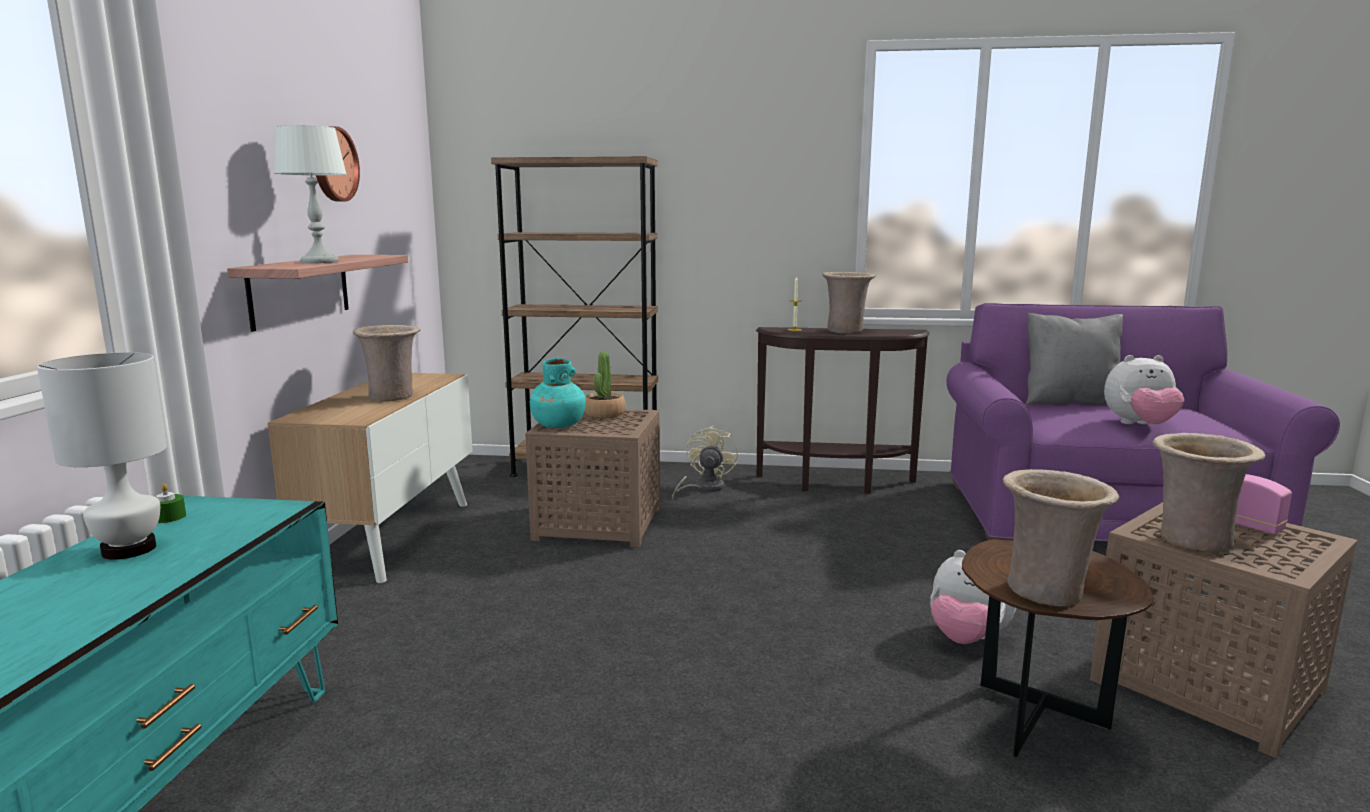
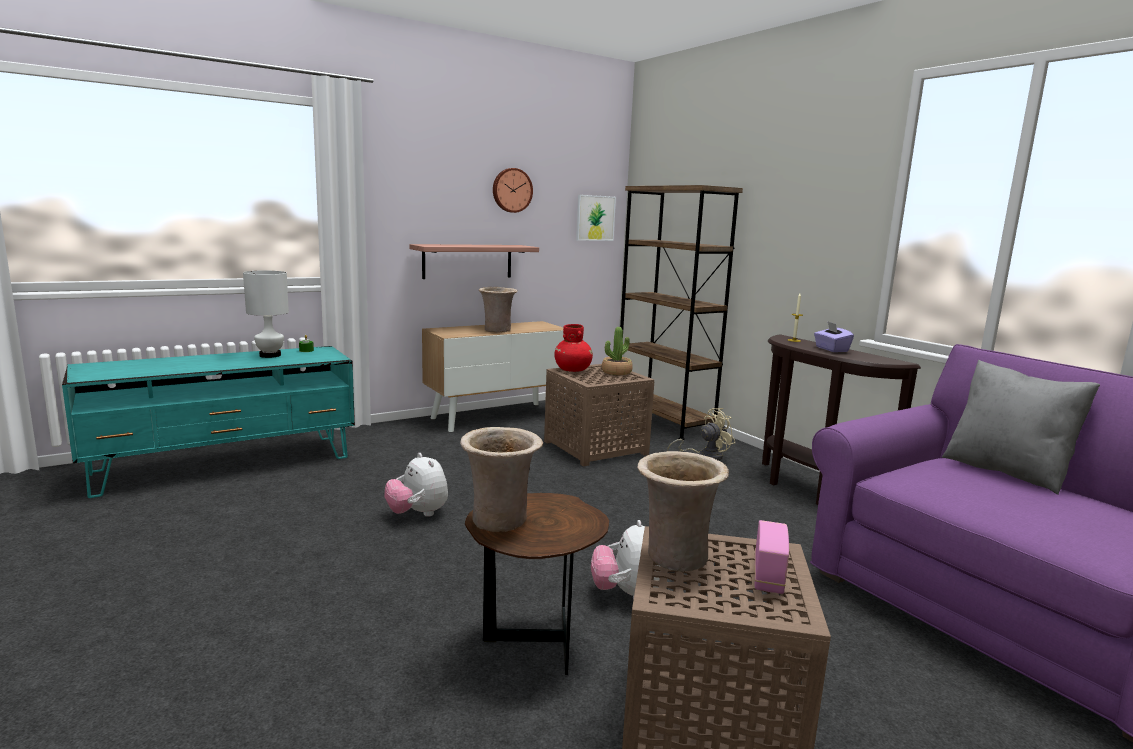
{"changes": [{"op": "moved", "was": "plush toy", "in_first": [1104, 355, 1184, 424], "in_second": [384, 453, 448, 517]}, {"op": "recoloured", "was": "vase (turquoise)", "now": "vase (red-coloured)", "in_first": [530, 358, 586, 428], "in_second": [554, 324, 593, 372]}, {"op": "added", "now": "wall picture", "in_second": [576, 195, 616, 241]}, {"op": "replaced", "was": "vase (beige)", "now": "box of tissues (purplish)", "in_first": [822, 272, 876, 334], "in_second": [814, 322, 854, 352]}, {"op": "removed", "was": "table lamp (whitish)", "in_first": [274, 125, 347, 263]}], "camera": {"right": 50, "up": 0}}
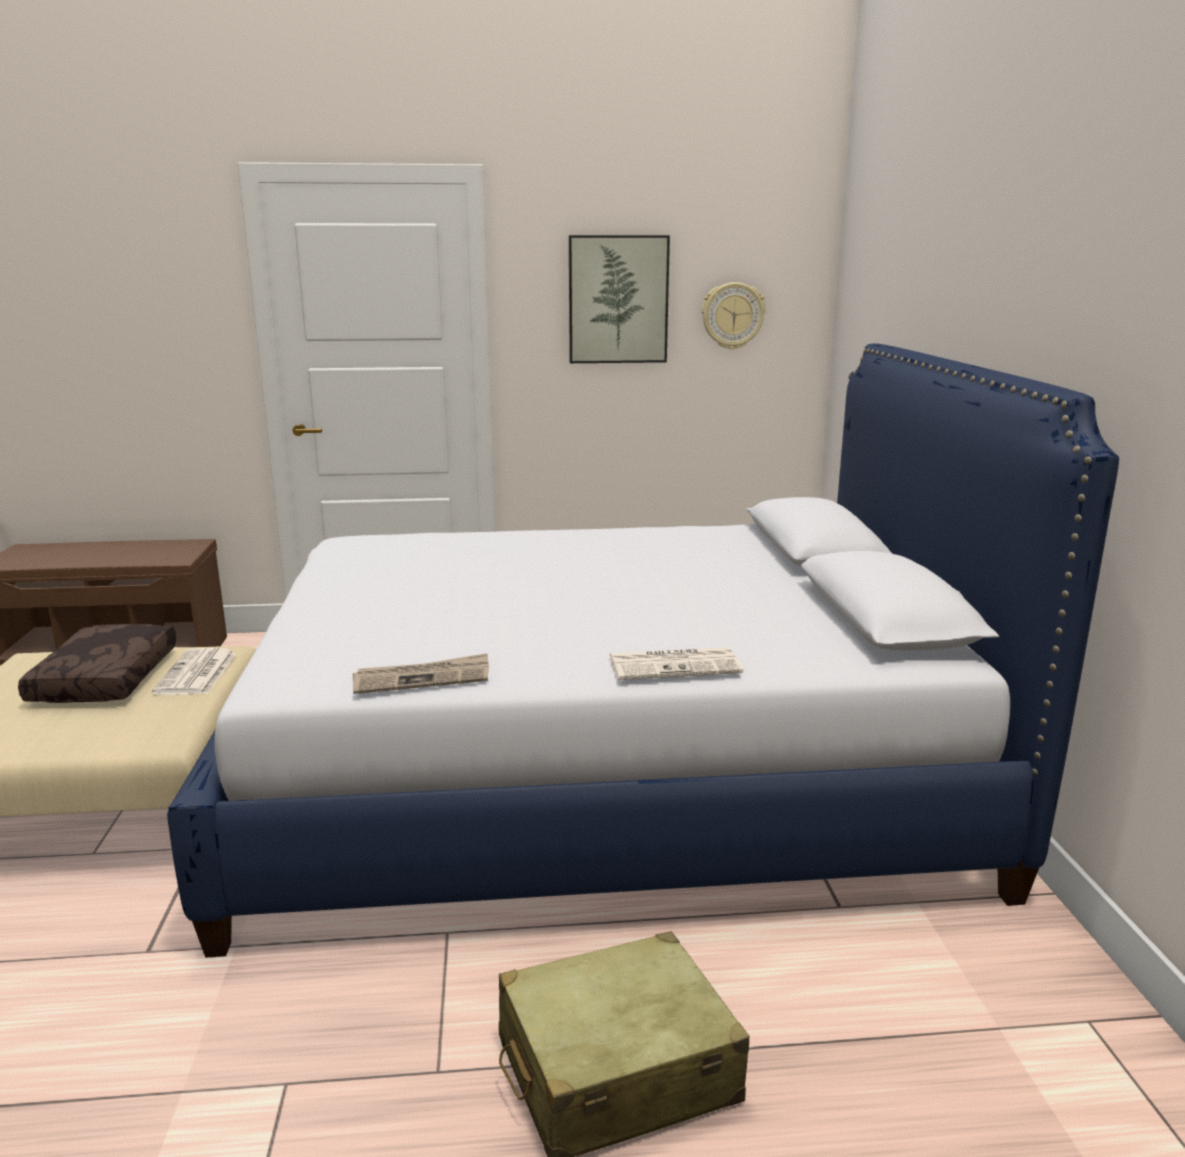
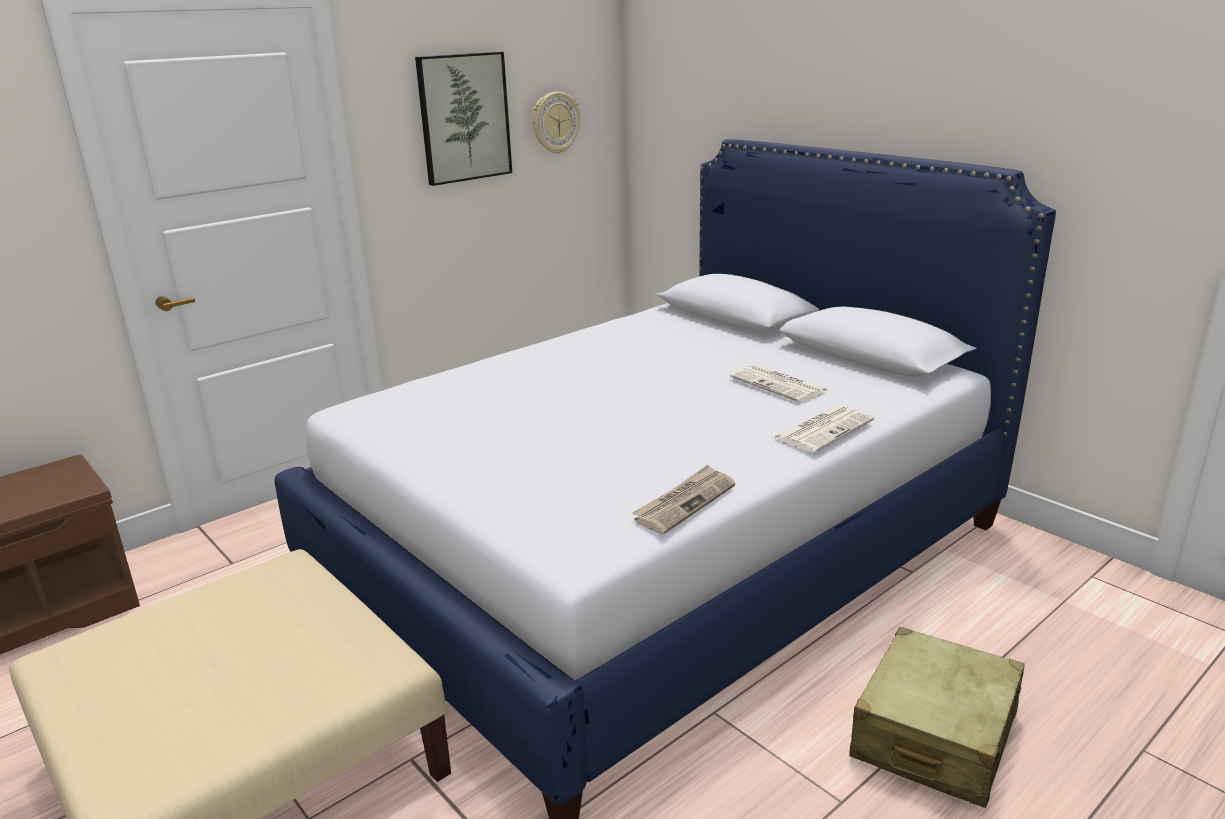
{"changes": [{"op": "moved", "was": "newspaper", "in_first": [152, 648, 236, 695], "in_second": [730, 364, 830, 403]}, {"op": "removed", "was": "cushion (brown-coloured)", "in_first": [18, 624, 176, 703]}], "camera": {"right": -35, "up": 5}}
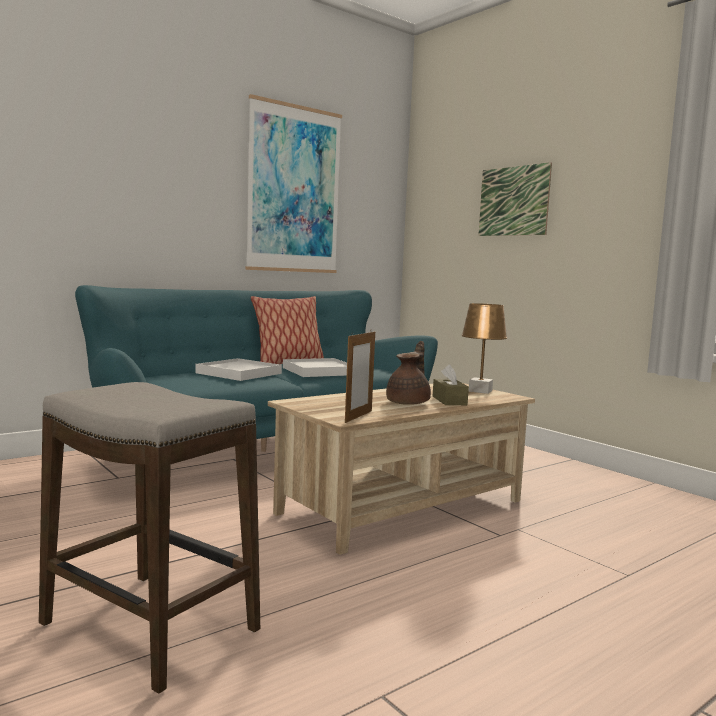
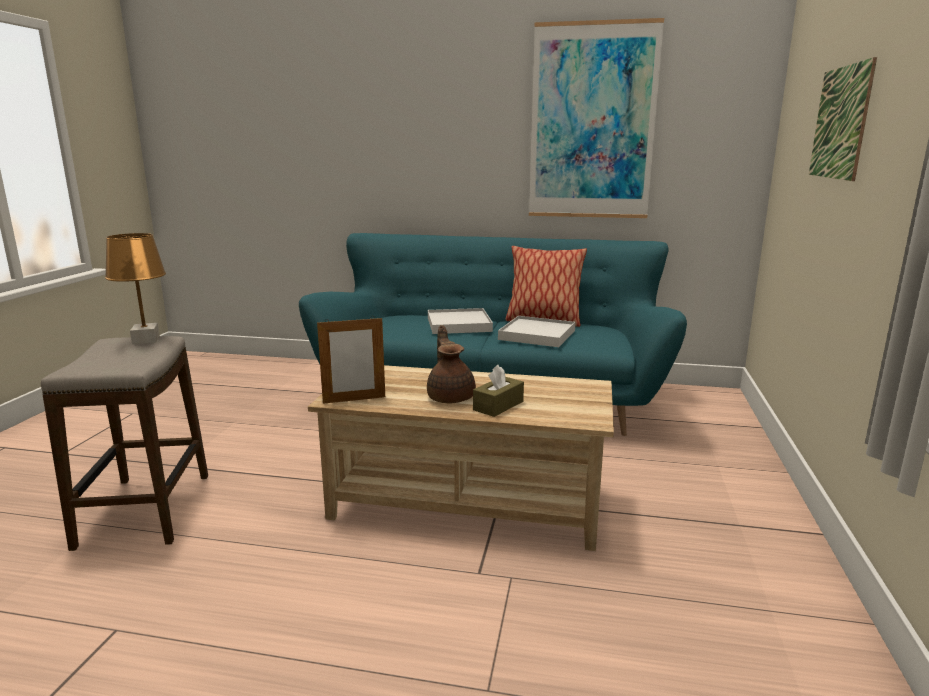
{"changes": [{"op": "moved", "was": "table lamp (brown-coloured)", "in_first": [462, 303, 507, 394], "in_second": [105, 233, 166, 344]}, {"op": "turned", "was": "pot for tea (brown-coloured)", "in_first": [386, 341, 431, 405], "in_second": [427, 325, 476, 403], "clockwise": -90}], "camera": {"right": 50, "up": 10}}
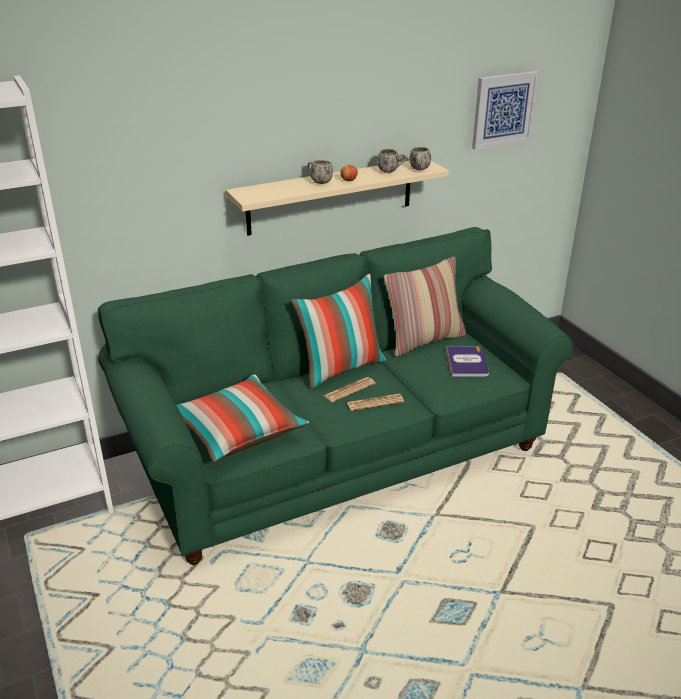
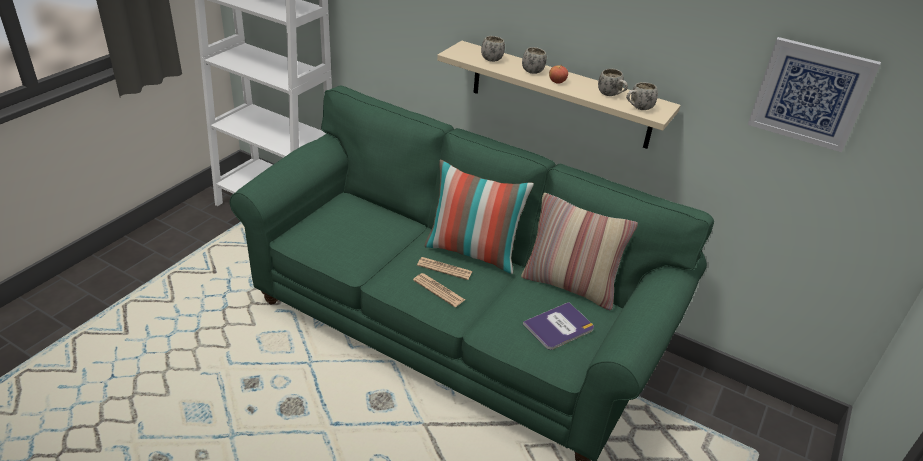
{"changes": [{"op": "added", "now": "mug (whitish)", "in_second": [481, 36, 505, 62]}, {"op": "removed", "was": "cushion", "in_first": [177, 374, 309, 462]}], "camera": {"right": 55, "up": 5}}
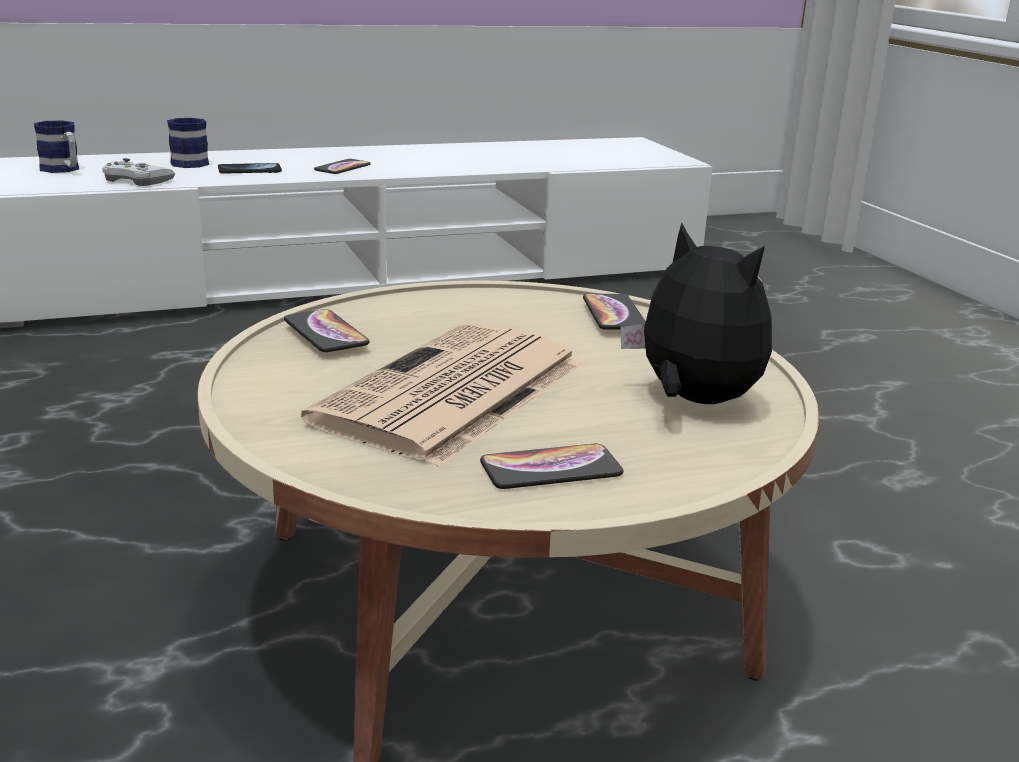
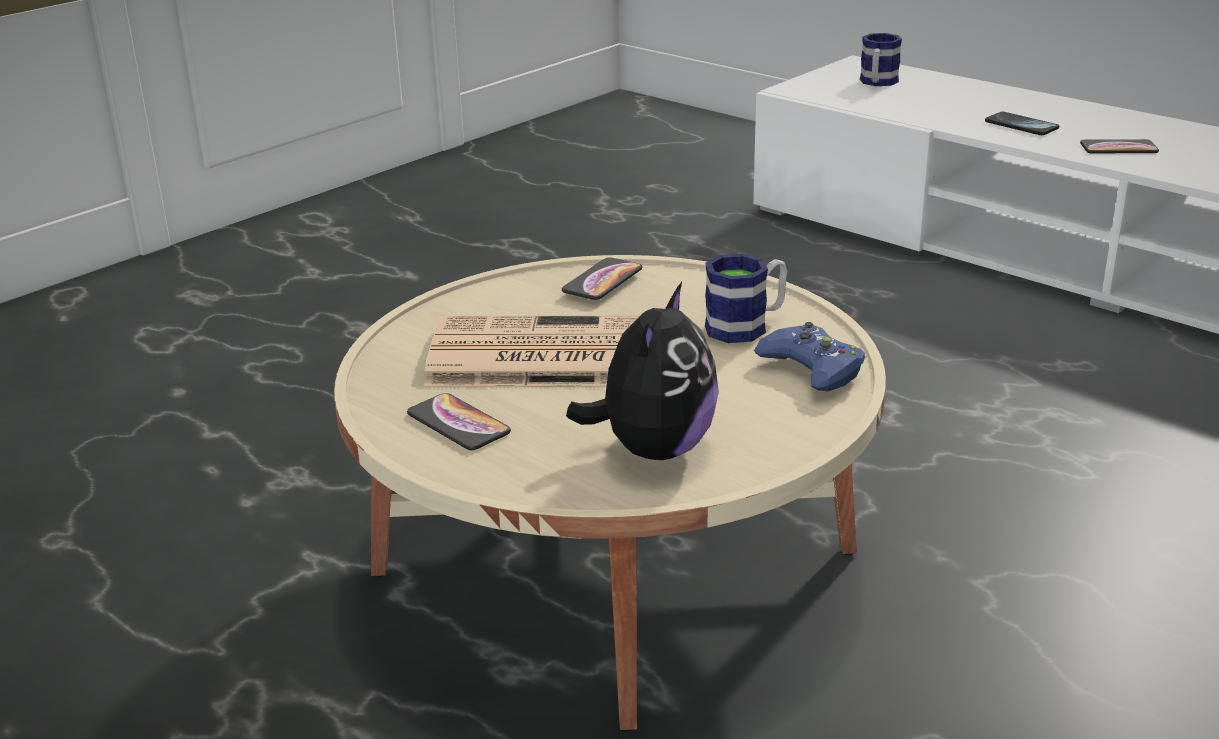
{"changes": [{"op": "moved", "was": "mug", "in_first": [167, 118, 209, 168], "in_second": [705, 254, 787, 343]}, {"op": "replaced", "was": "telephone", "now": "gamepad (blue)", "in_first": [583, 294, 646, 330], "in_second": [754, 322, 865, 392]}, {"op": "removed", "was": "gamepad (whitish)", "in_first": [102, 158, 175, 186]}], "camera": {"right": 65, "up": 5}}
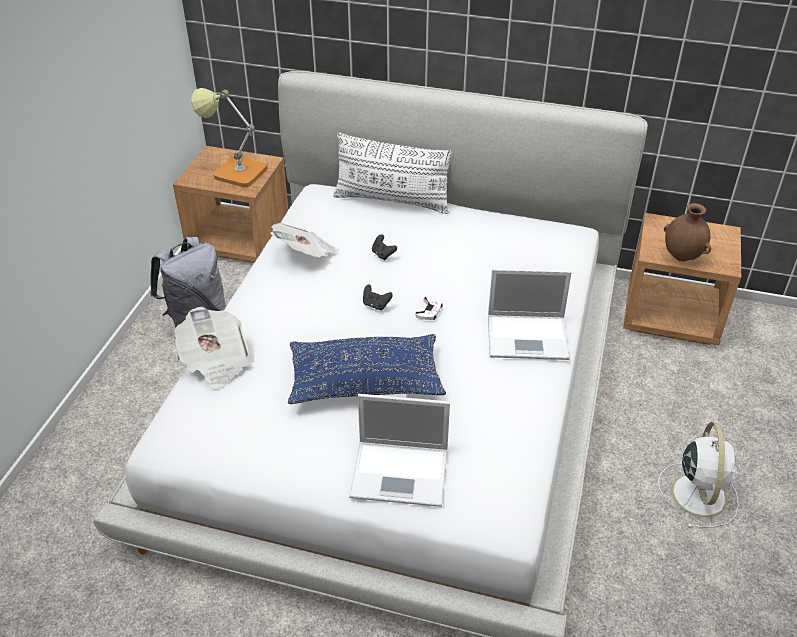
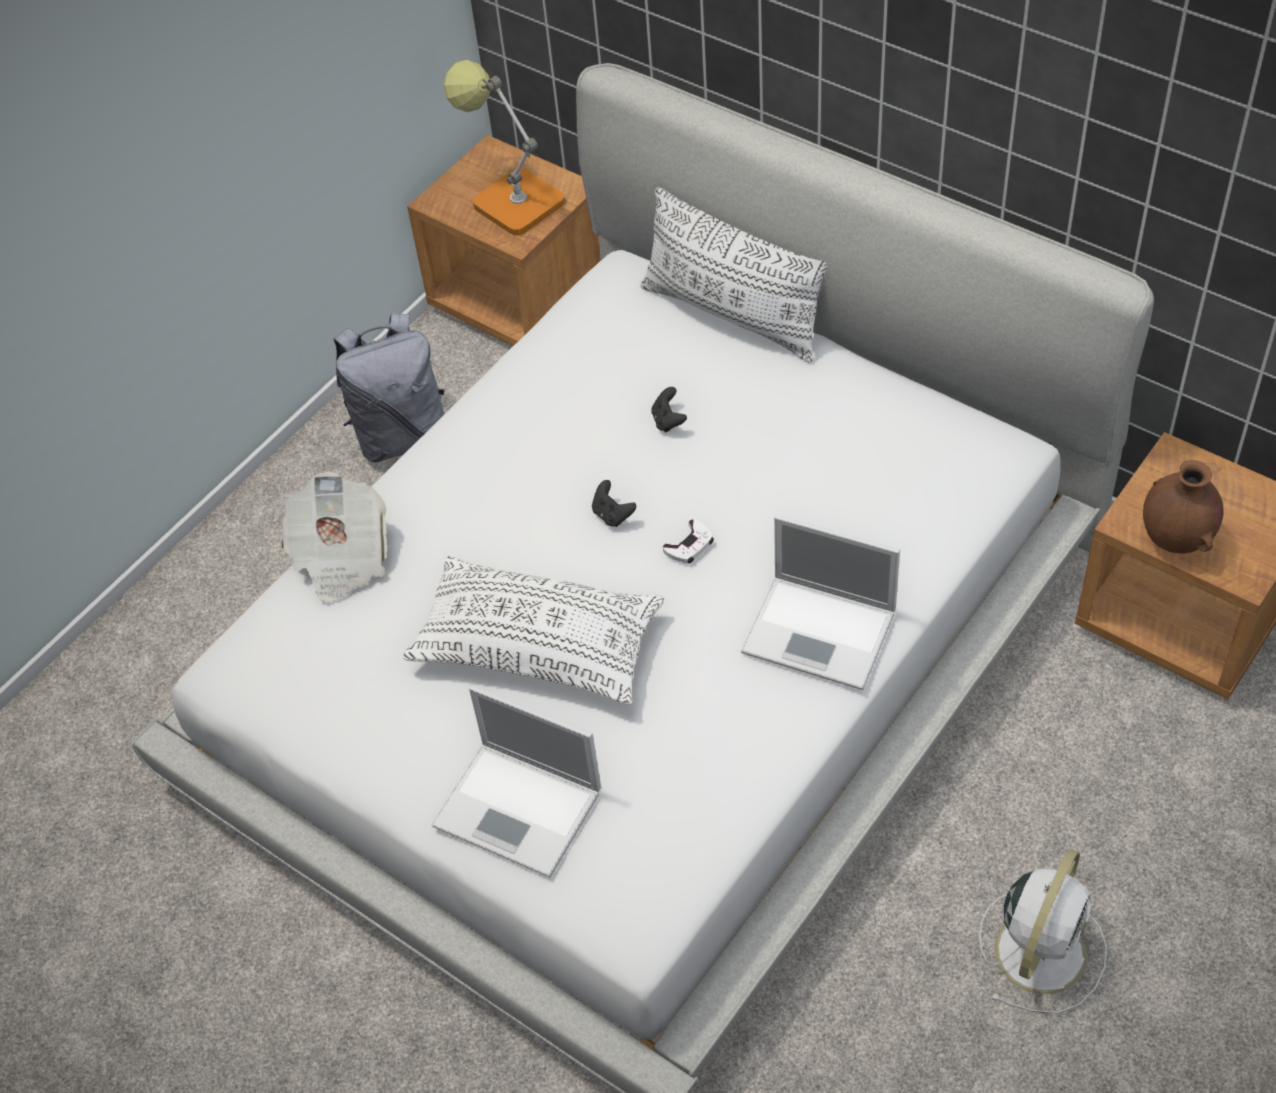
{"changes": [{"op": "recoloured", "was": "cushion (blue)", "now": "cushion (whitish)", "in_first": [288, 334, 446, 404], "in_second": [403, 556, 664, 705]}, {"op": "removed", "was": "newspaper", "in_first": [270, 223, 339, 258]}], "camera": {"right": 25, "up": 10}}
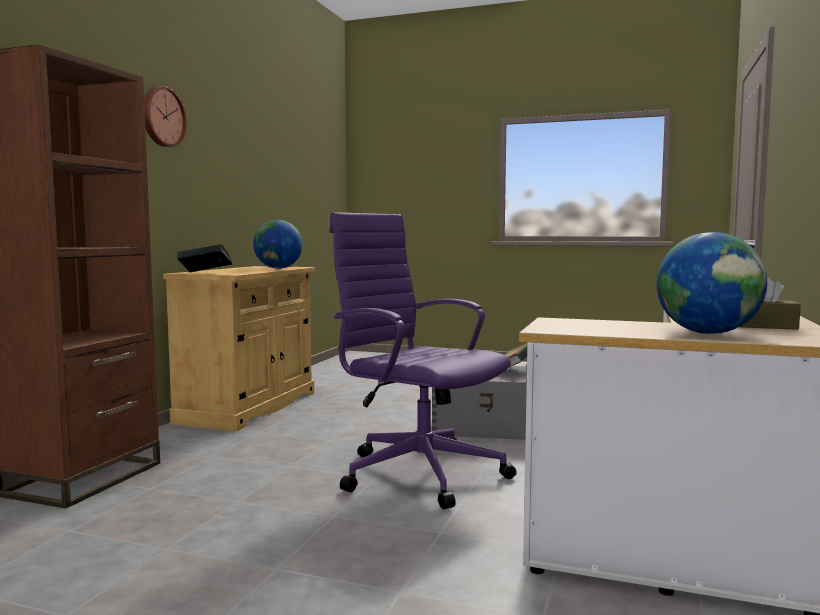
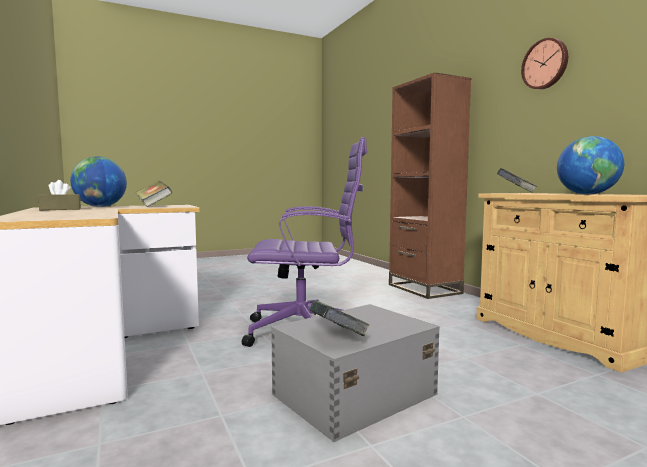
{"changes": [{"op": "added", "now": "book", "in_second": [135, 181, 173, 207]}], "camera": {"right": 135, "up": 0}}
